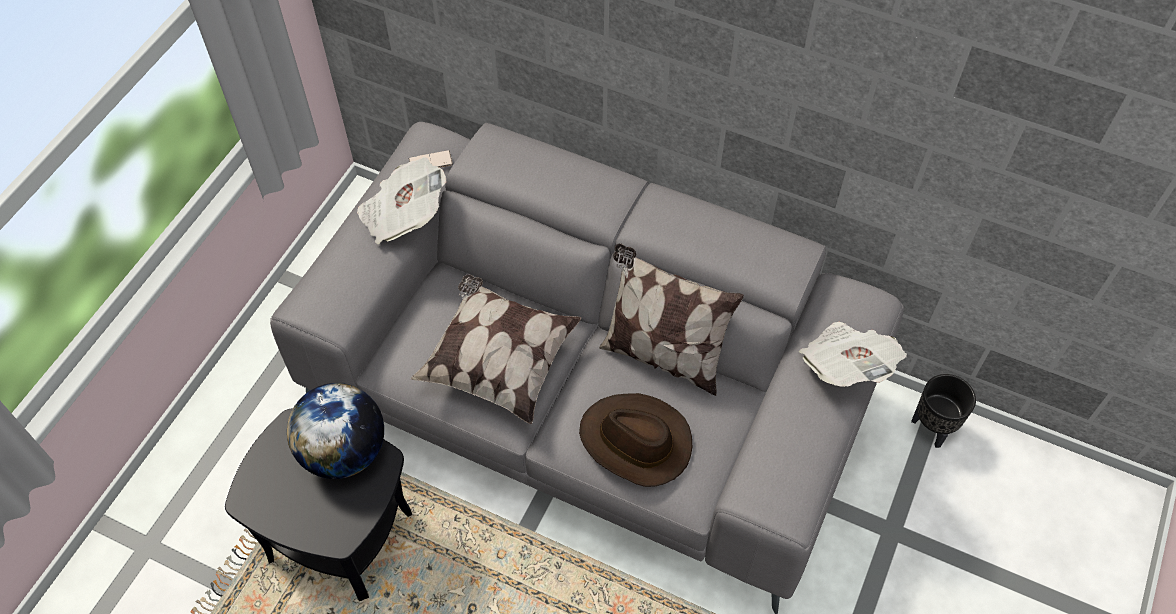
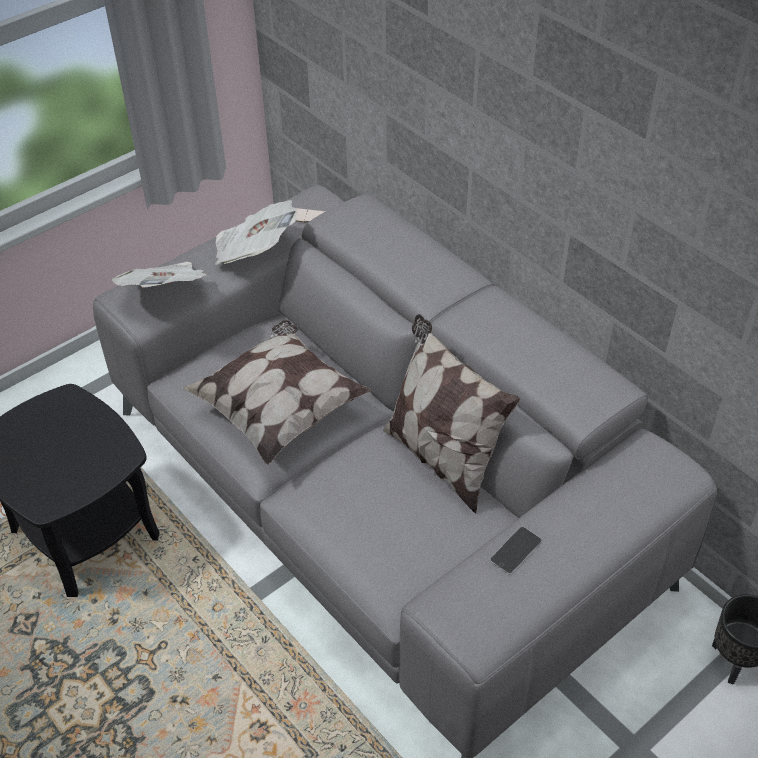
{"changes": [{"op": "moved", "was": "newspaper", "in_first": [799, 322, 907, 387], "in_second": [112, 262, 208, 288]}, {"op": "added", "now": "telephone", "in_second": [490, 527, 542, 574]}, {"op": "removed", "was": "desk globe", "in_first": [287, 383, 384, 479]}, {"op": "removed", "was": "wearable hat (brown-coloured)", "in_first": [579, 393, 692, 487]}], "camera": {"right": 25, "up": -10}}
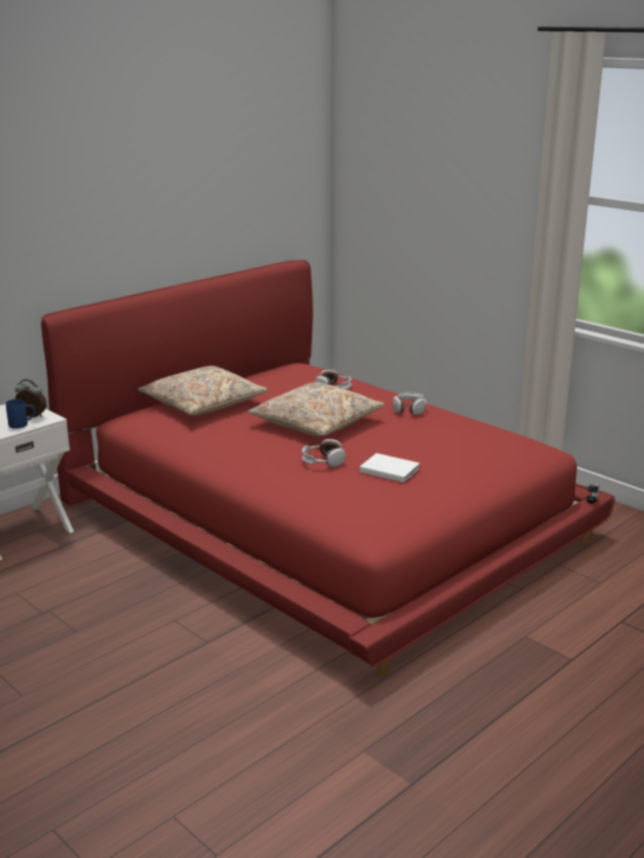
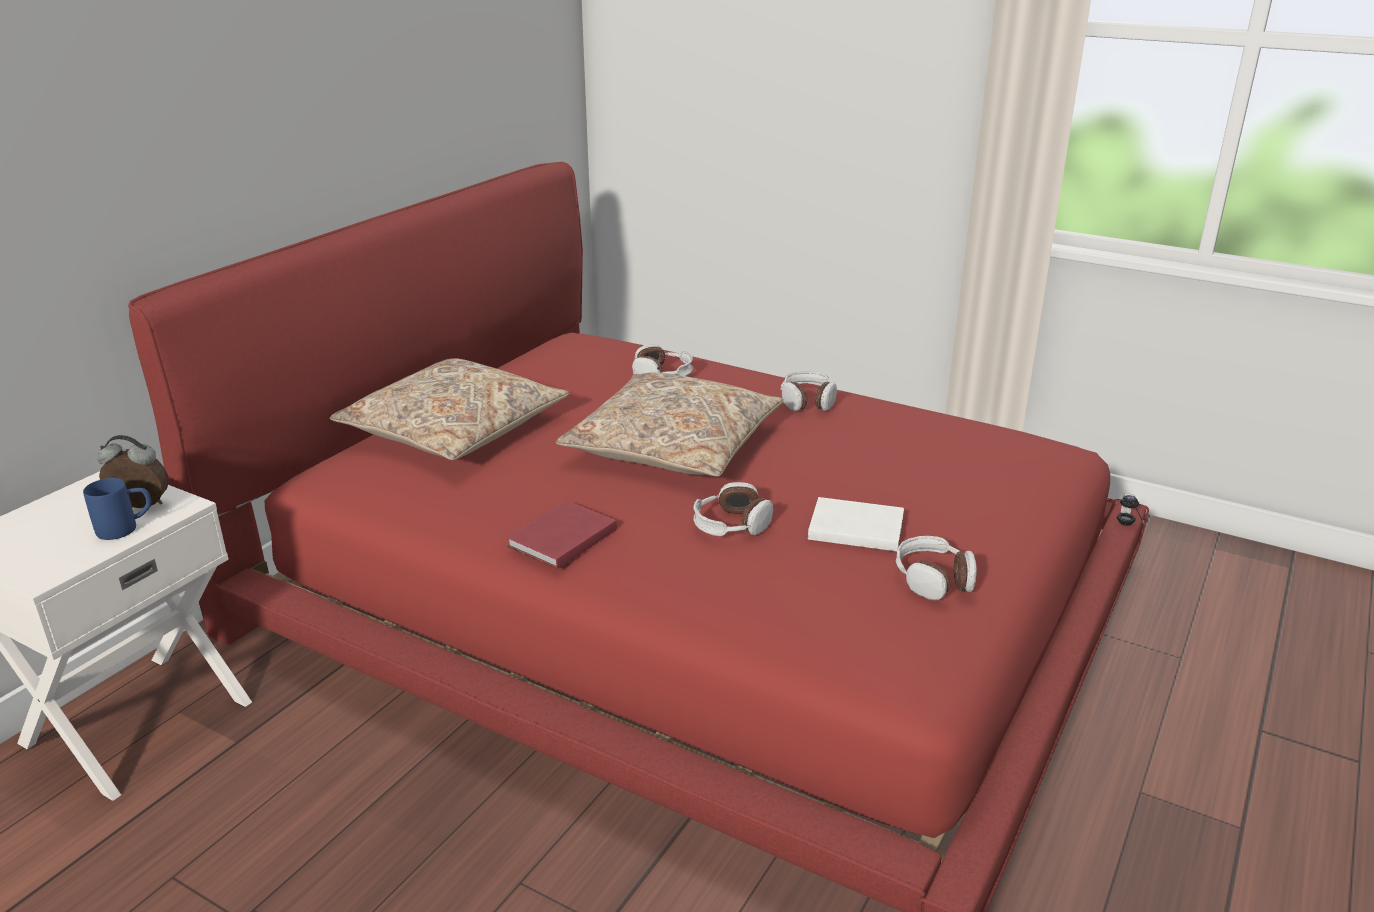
{"changes": [{"op": "added", "now": "book (red-coloured)", "in_second": [506, 500, 617, 569]}, {"op": "added", "now": "pair of headphones", "in_second": [896, 536, 977, 600]}], "camera": {"right": -15, "up": 5}}
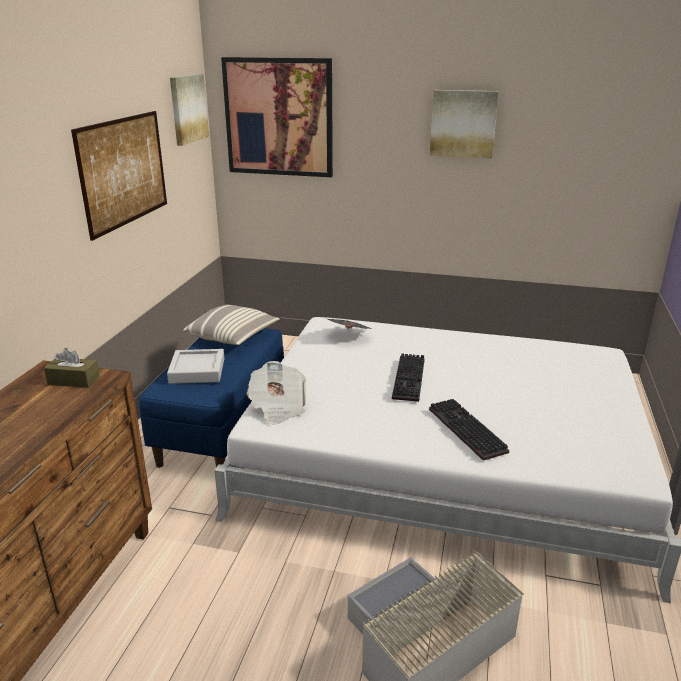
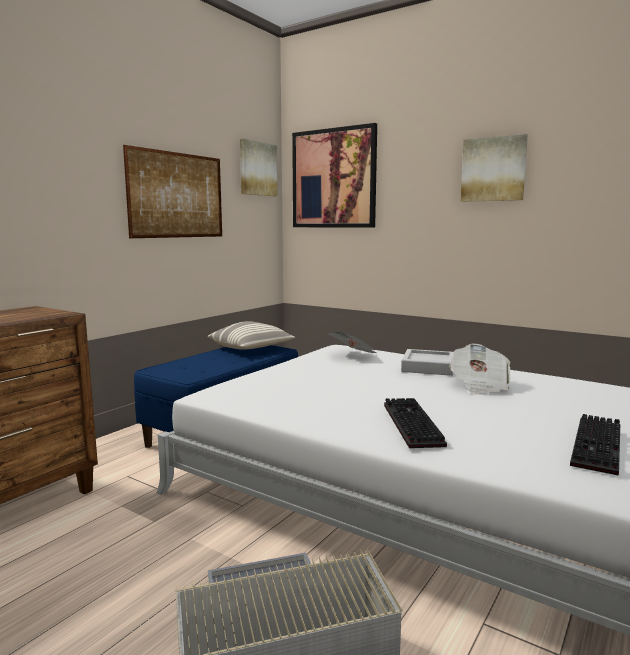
{"changes": [{"op": "moved", "was": "serving tray (gray)", "in_first": [167, 349, 224, 384], "in_second": [401, 349, 454, 376]}, {"op": "moved", "was": "newspaper", "in_first": [247, 361, 306, 425], "in_second": [449, 344, 511, 395]}, {"op": "moved", "was": "keyboard", "in_first": [392, 353, 425, 402], "in_second": [570, 414, 620, 476]}, {"op": "removed", "was": "box of tissues (brown-coloured)", "in_first": [44, 348, 100, 388]}], "camera": {"right": 20, "up": -15}}
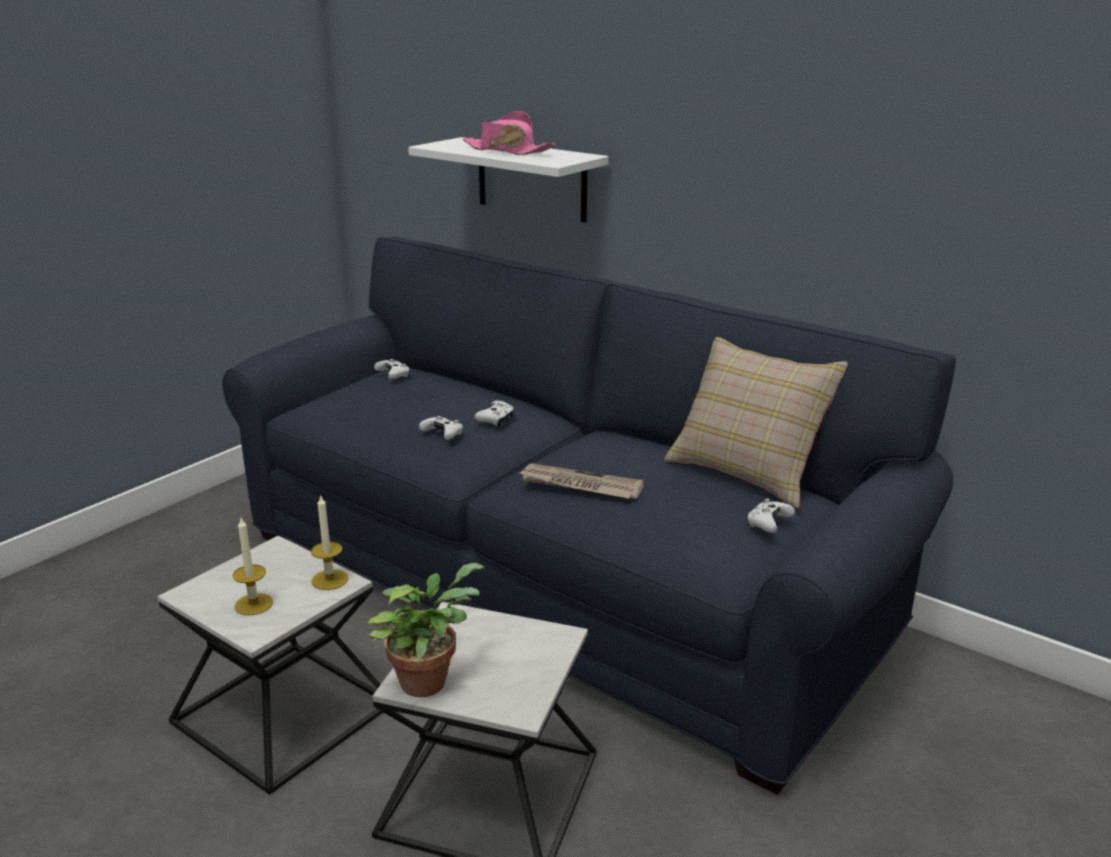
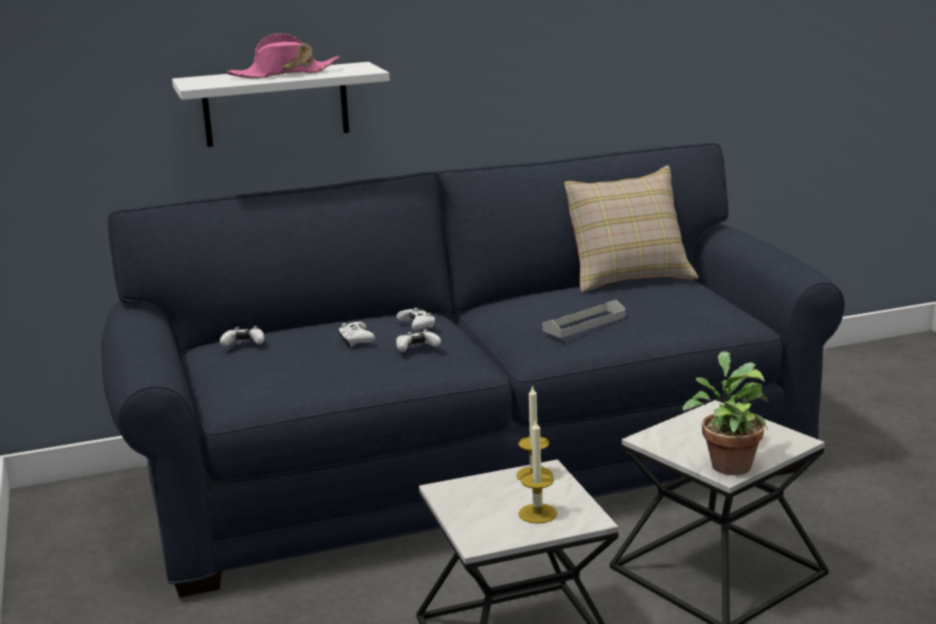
{"changes": [{"op": "moved", "was": "gamepad (whitish)", "in_first": [747, 499, 795, 533], "in_second": [338, 322, 375, 347]}, {"op": "replaced", "was": "newspaper", "now": "serving tray (gray)", "in_first": [519, 463, 644, 499], "in_second": [542, 300, 625, 338]}], "camera": {"right": -55, "up": -5}}
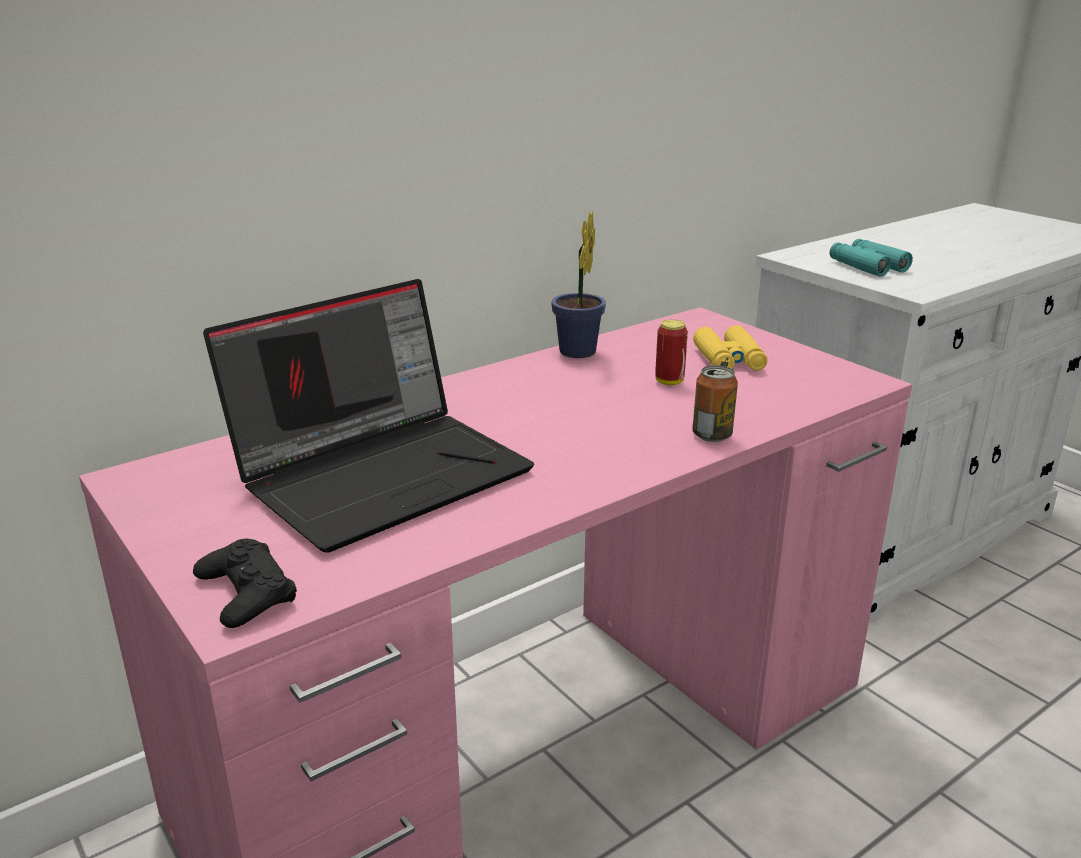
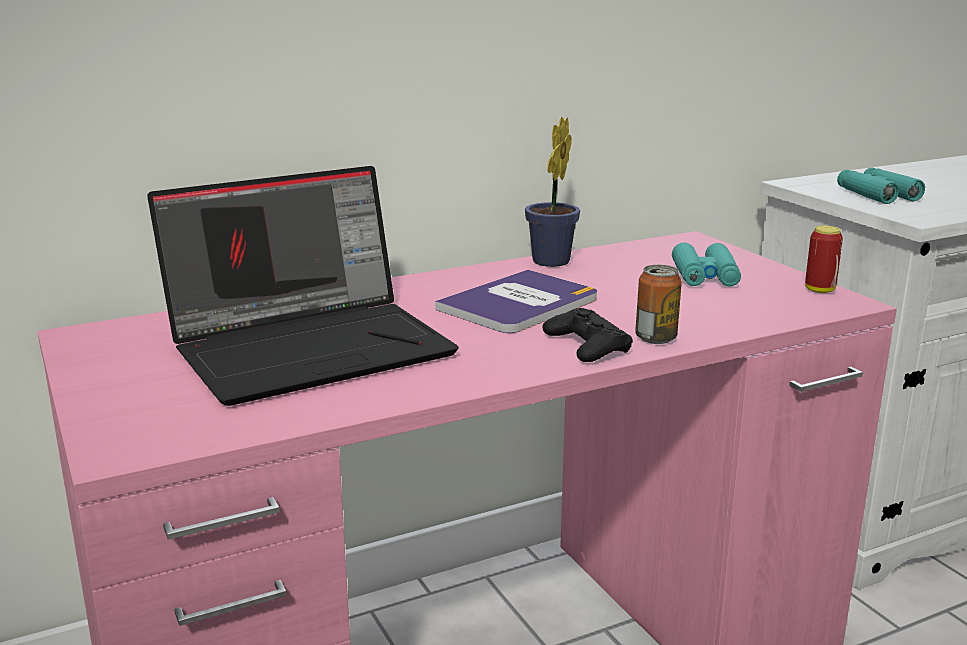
{"changes": [{"op": "added", "now": "book", "in_second": [435, 270, 597, 333]}, {"op": "moved", "was": "gamepad (blackish)", "in_first": [193, 539, 297, 628], "in_second": [542, 308, 633, 362]}, {"op": "recoloured", "was": "pair of binoculars (yellow-coloured)", "now": "pair of binoculars (turquoise)", "in_first": [693, 325, 768, 371], "in_second": [672, 242, 741, 287]}, {"op": "moved", "was": "sealed can", "in_first": [655, 320, 688, 385], "in_second": [805, 226, 843, 293]}], "camera": {"right": 10, "up": -5}}
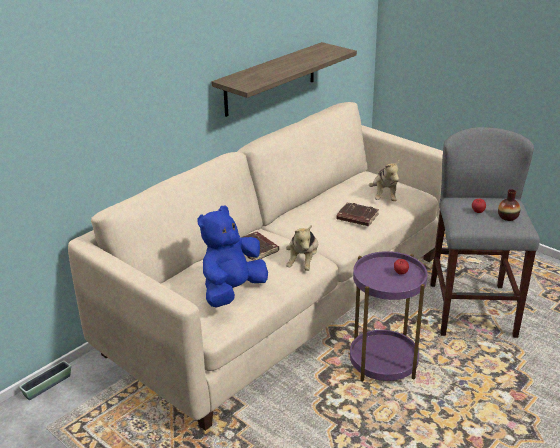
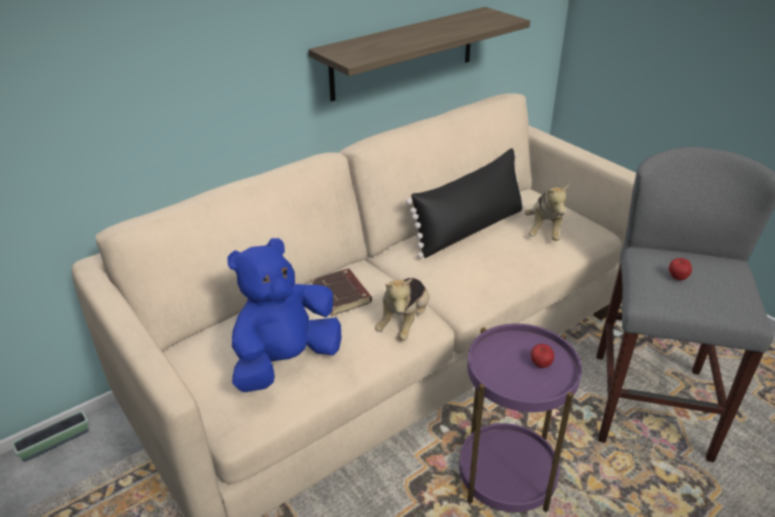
{"changes": [{"op": "added", "now": "cushion (blackish)", "in_second": [406, 148, 524, 258]}, {"op": "removed", "was": "book (brown-coloured)", "in_first": [336, 202, 379, 226]}, {"op": "removed", "was": "vase", "in_first": [498, 189, 520, 221]}], "camera": {"right": 10, "up": 5}}
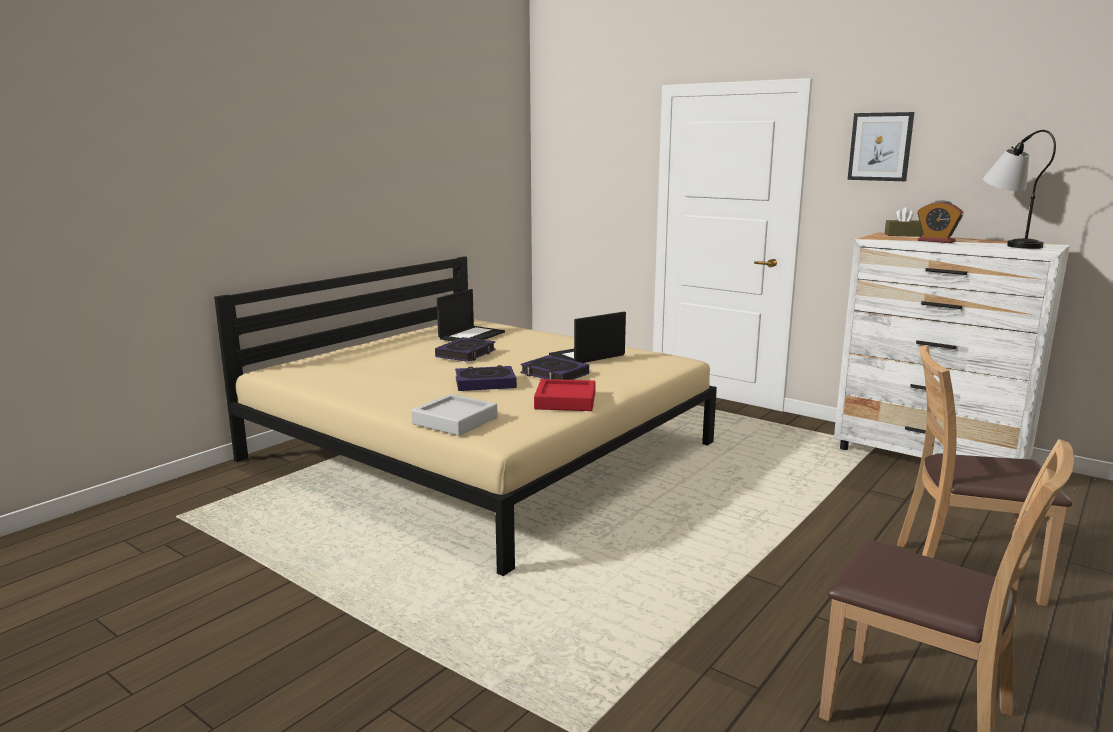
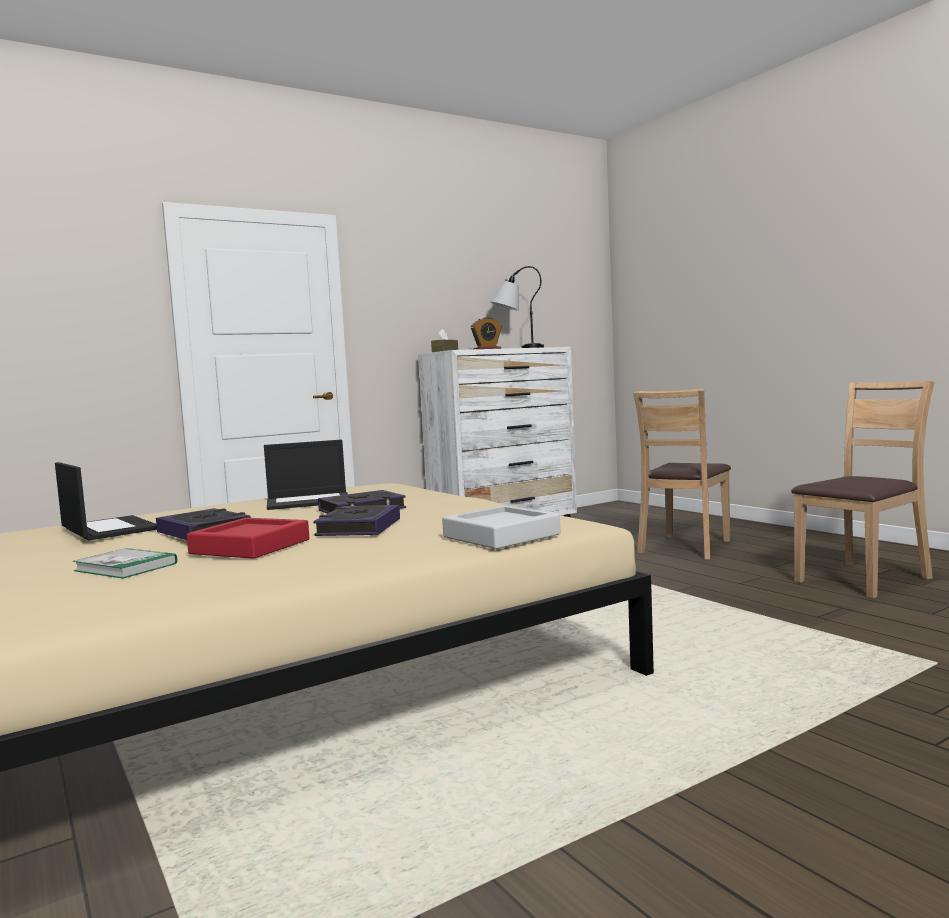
{"changes": [{"op": "added", "now": "book", "in_second": [73, 548, 177, 579]}, {"op": "moved", "was": "serving tray (red-coloured)", "in_first": [534, 379, 596, 411], "in_second": [187, 518, 309, 559]}, {"op": "turned", "was": "notebook computer", "in_first": [549, 312, 626, 363], "in_second": [264, 440, 348, 510], "clockwise": -90}, {"op": "removed", "was": "wall picture", "in_first": [848, 112, 915, 181]}], "camera": {"right": -70, "up": -10}}
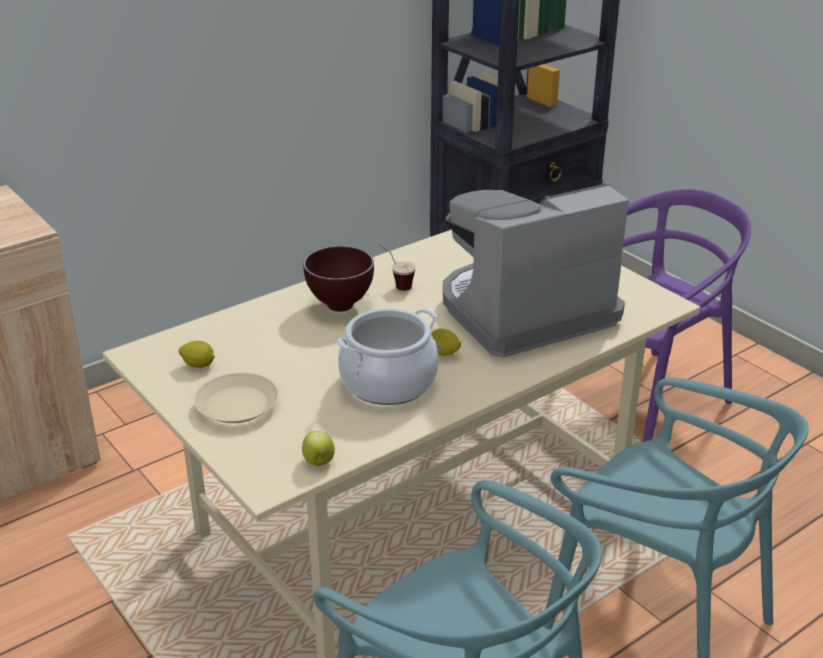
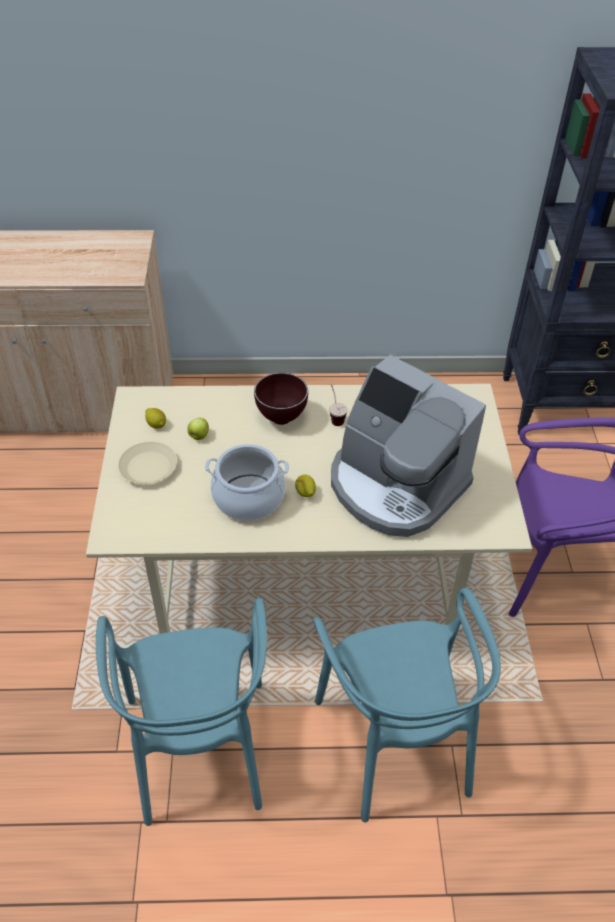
{"changes": [{"op": "moved", "was": "apple", "in_first": [302, 431, 335, 466], "in_second": [187, 418, 209, 440]}, {"op": "turned", "was": "coffee machine", "in_first": [443, 183, 629, 357], "in_second": [331, 355, 486, 537], "clockwise": -150}], "camera": {"right": 35, "up": 15}}
